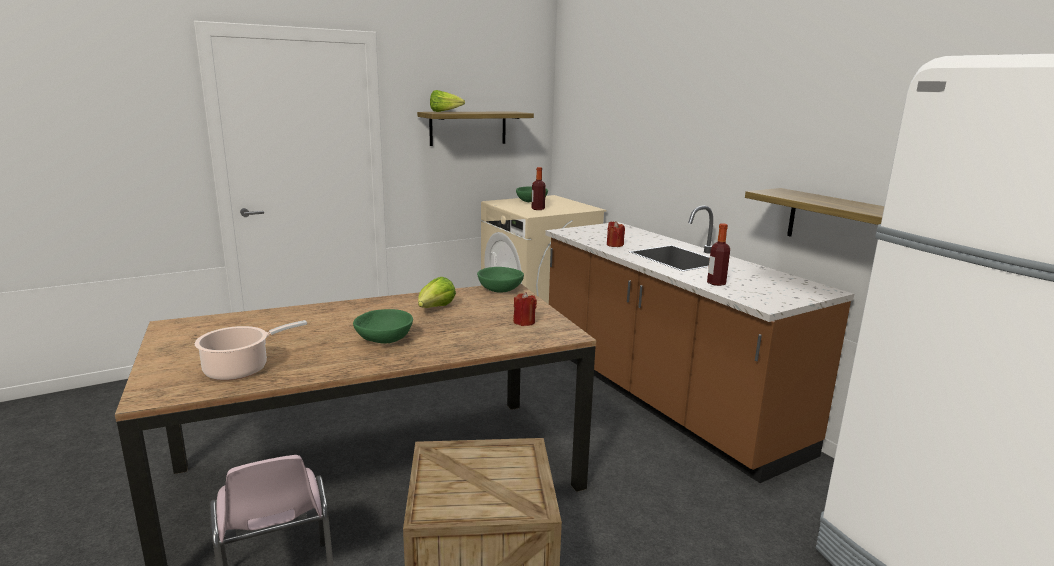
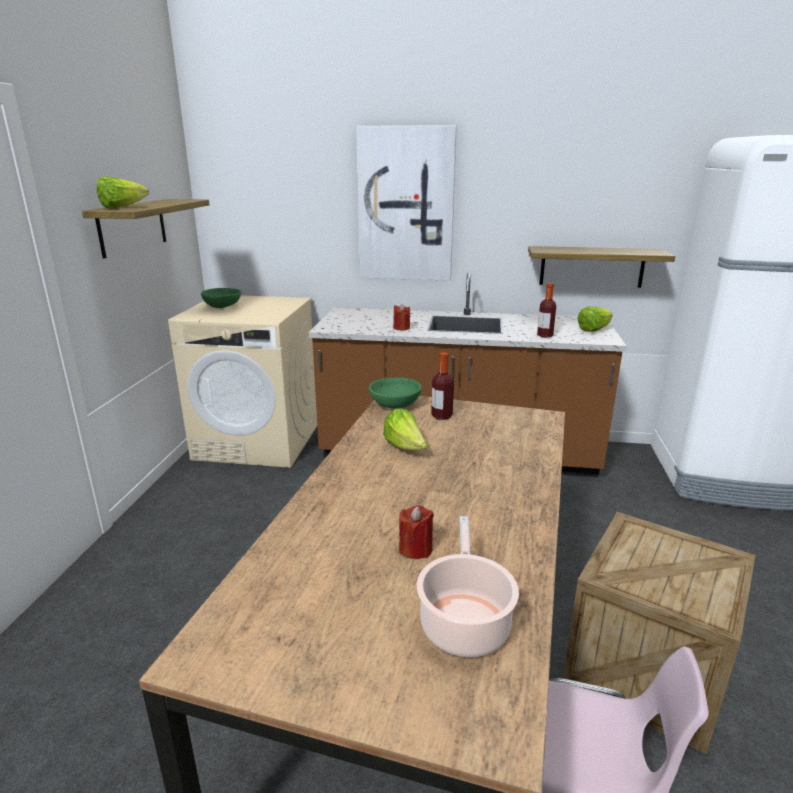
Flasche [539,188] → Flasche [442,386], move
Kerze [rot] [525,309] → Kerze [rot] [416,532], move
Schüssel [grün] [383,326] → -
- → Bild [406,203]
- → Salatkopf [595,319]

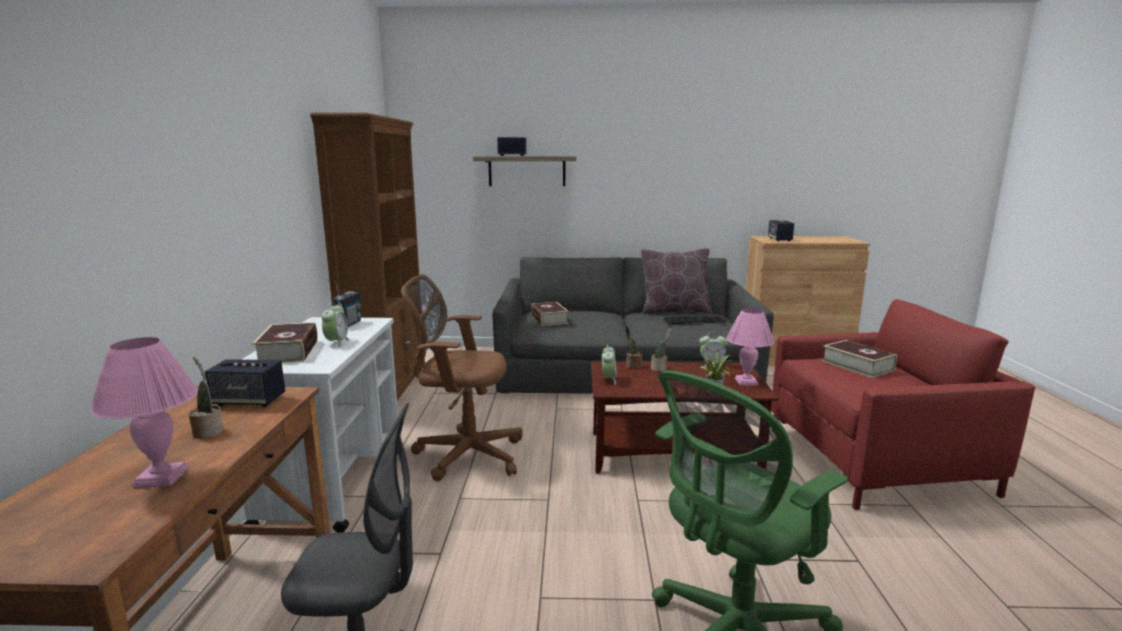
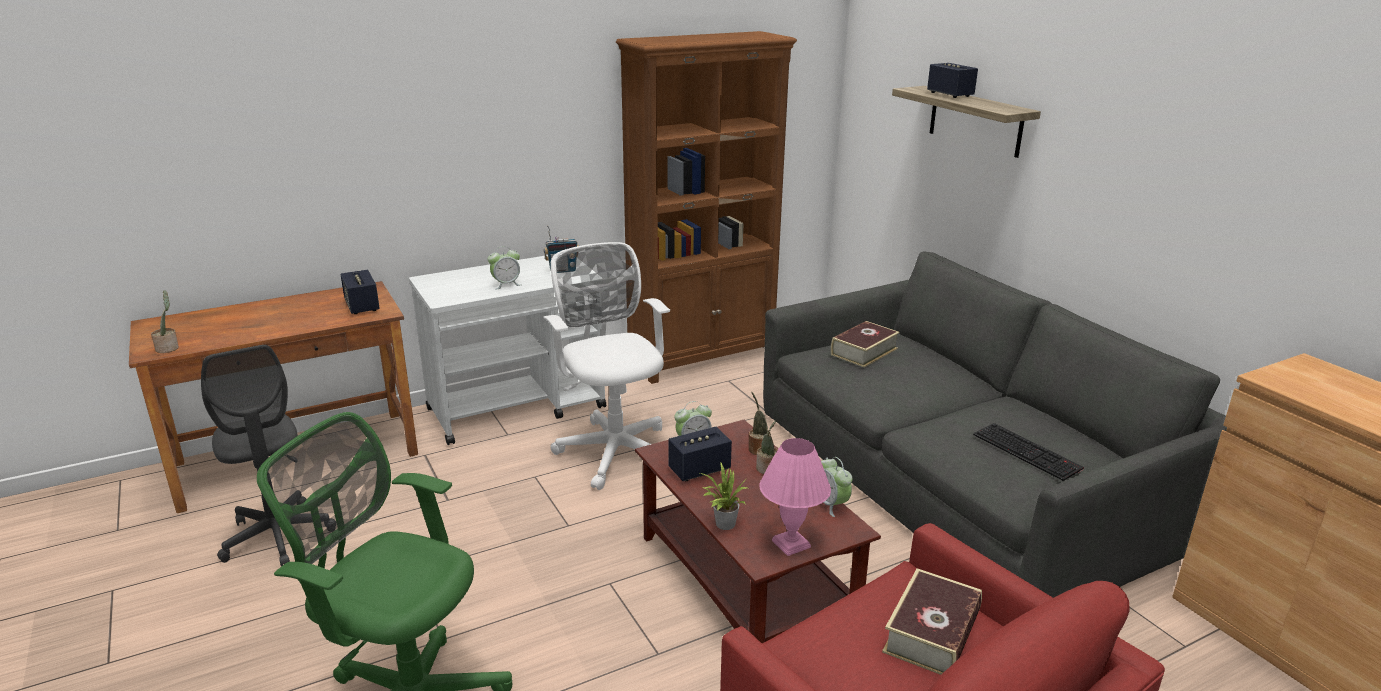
Lautsprecher [781,230] → Lautsprecher [700,454], move
Kissen [braun] [676,281] → -
Bürostuhl [braun] [462,377] → Bürostuhl [weiß] [607,366]
Buch [284,342] → -
Tischlampe [rosa] [144,412] → -
Topfpflanze [206,398] → Topfpflanze [165,321], move

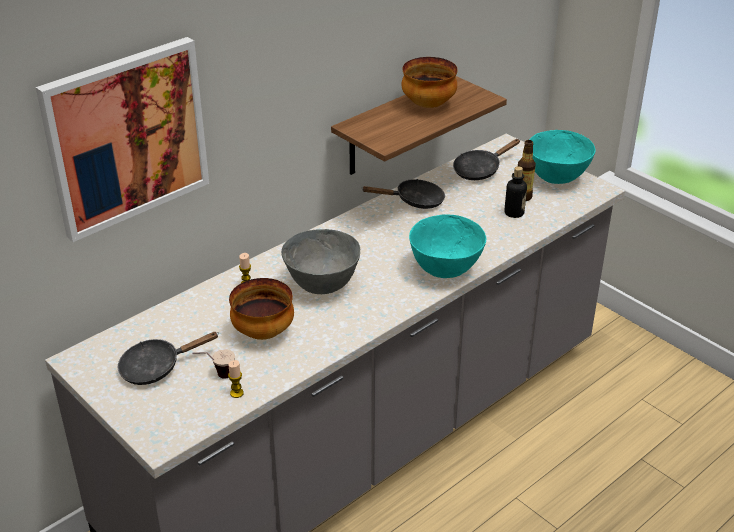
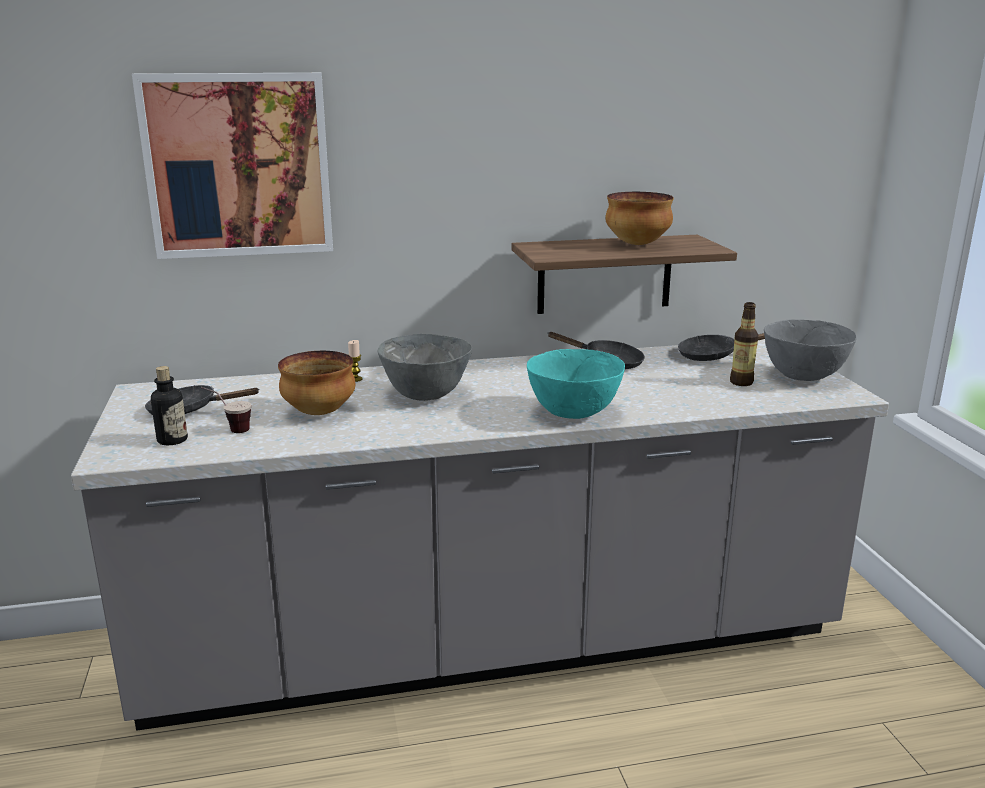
Schüssel [türkis] [562,157] → Schüssel [grau] [810,350]
Flasche [515,192] → Flasche [169,405], move
Kerze [236,379] → -

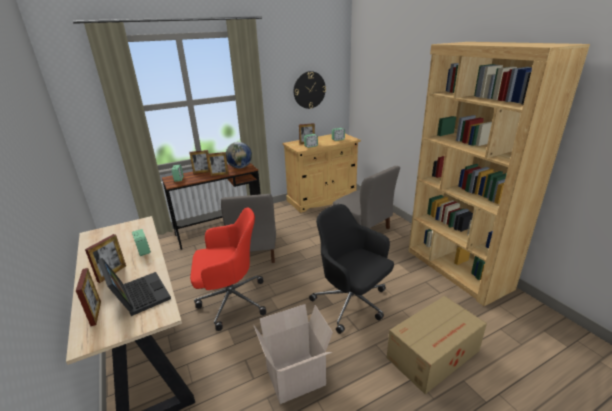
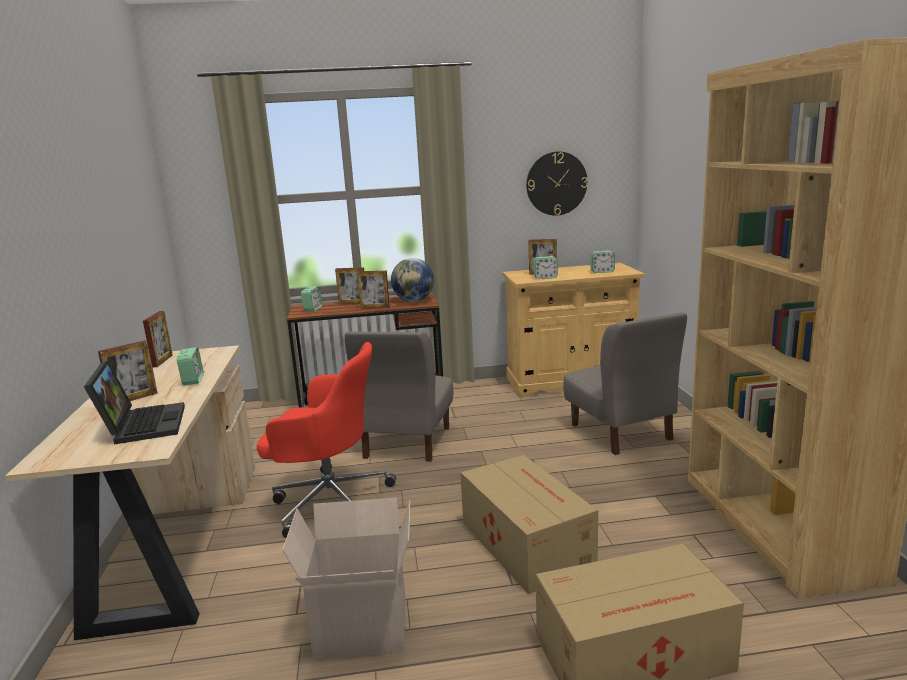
Bürostuhl [schwarz] [351,269] → Karton [529,524]
Bilderrahmen [88,297] → Bilderrahmen [157,339], move

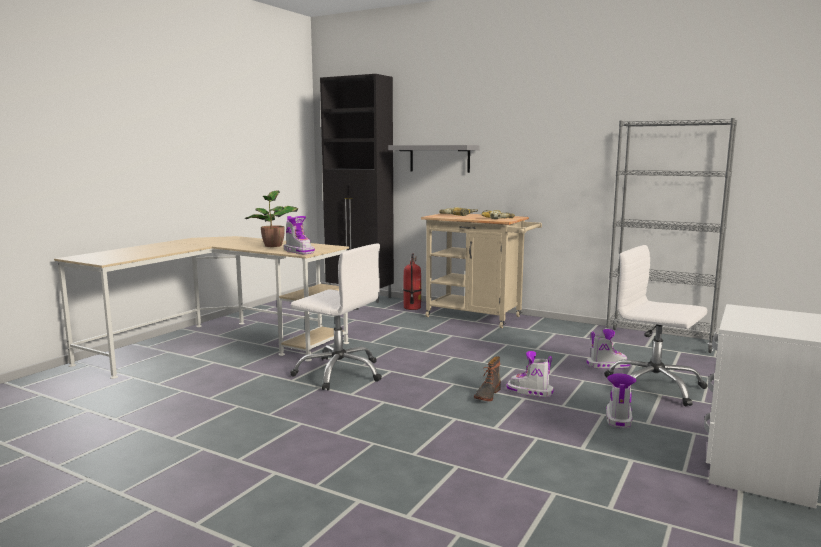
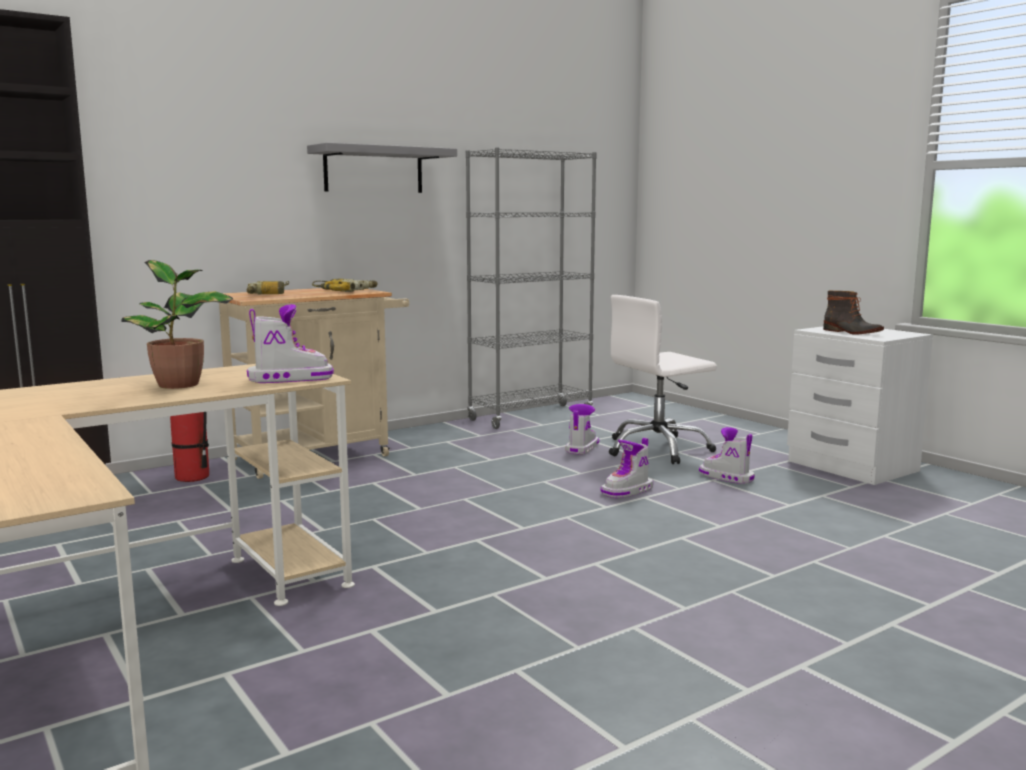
Wandregal [grau] [434,159] → Wandregal [grau] [382,168], move
Bürostuhl [weiß] [336,317] → -
Stiefel [487,378] → Stiefel [853,313], move

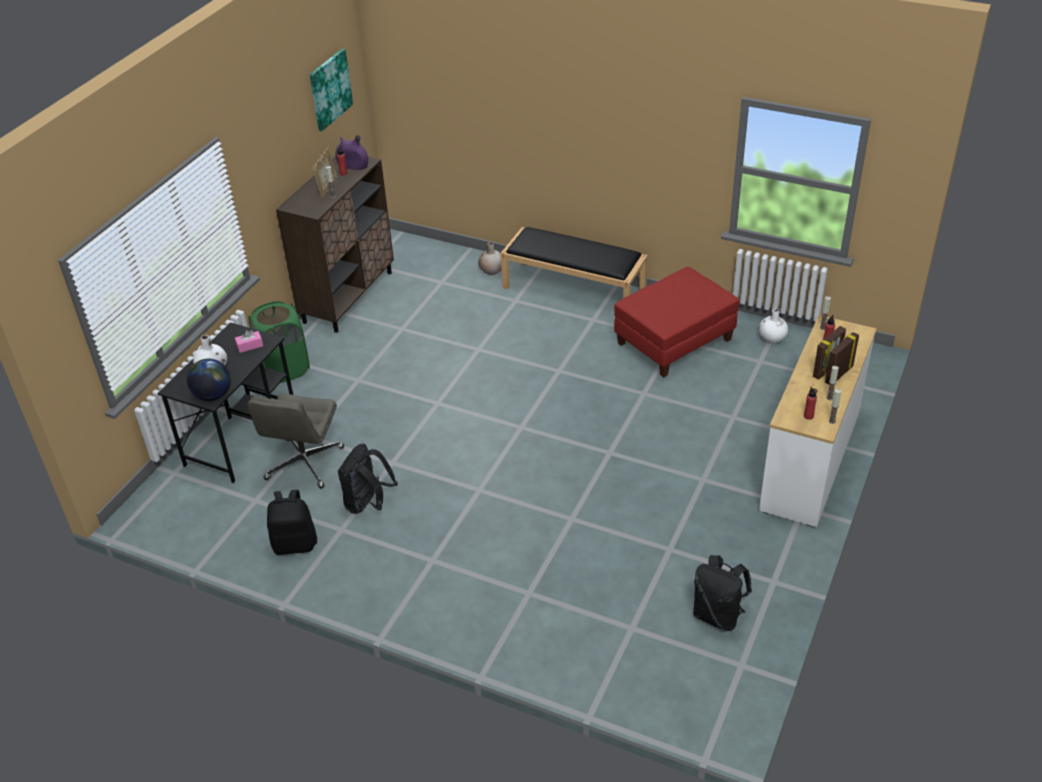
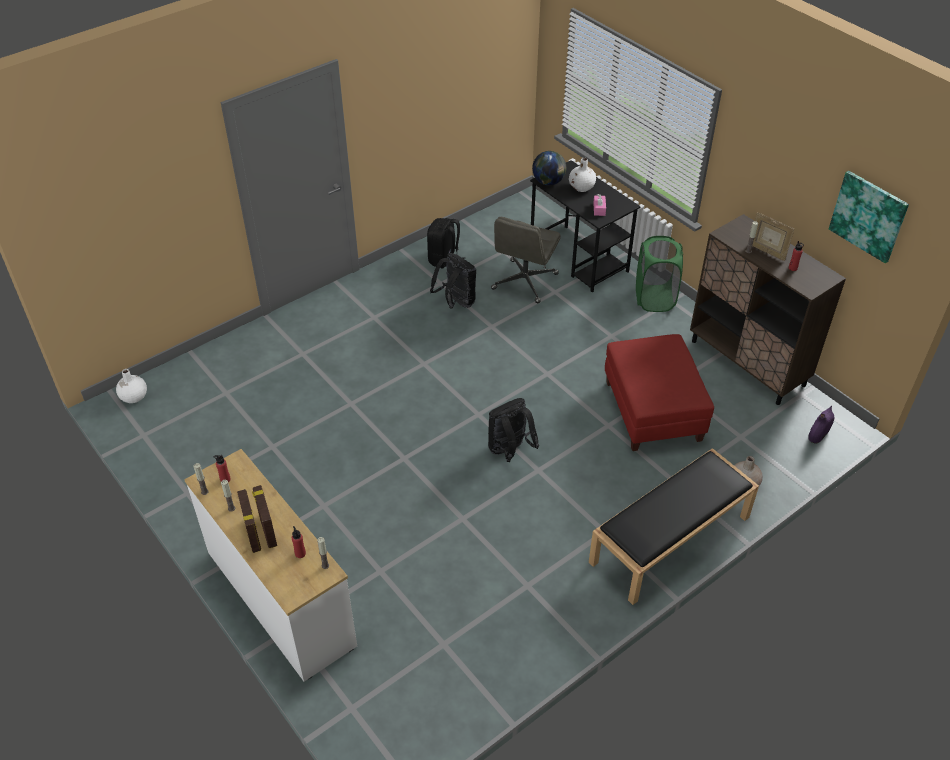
Vase [lila] [352,152] → Vase [lila] [821,424], move
Polsterhocker [rot] [677,322] → Polsterhocker [rot] [659,392], move
Vase [weiß] [773,325] → Vase [weiß] [131,386], move
Bürostuhl [grau] [296,441] → Bürostuhl [grau] [526,260], 105 degrees counterclockwise
Rucksack [schwarz] [722,593] → Rucksack [schwarz] [514,430], move

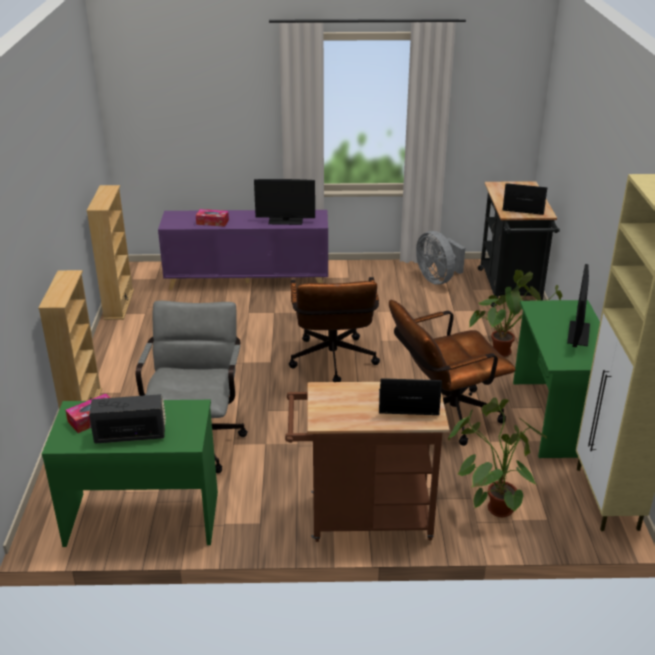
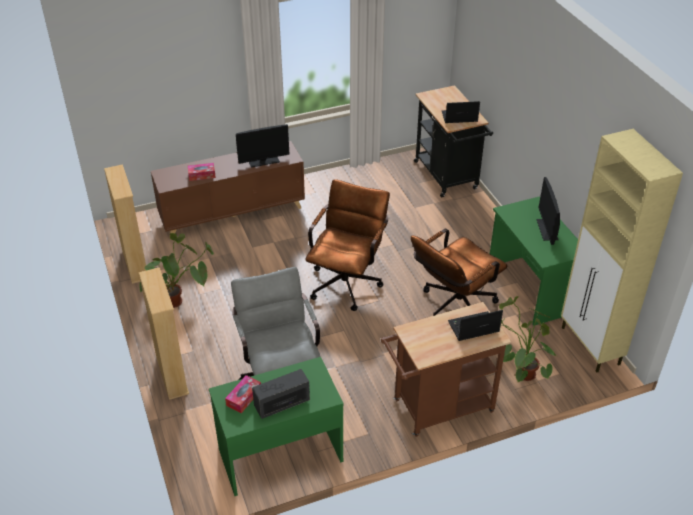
Schrank [lila] [243,250] → Schrank [braun] [228,189]
Ventilator [grau] [440,258] → -
Topfpflanze [515,313] → Topfpflanze [176,270], move
Bürostuhl [braun] [334,329] → Bürostuhl [braun] [347,245], 135 degrees counterclockwise

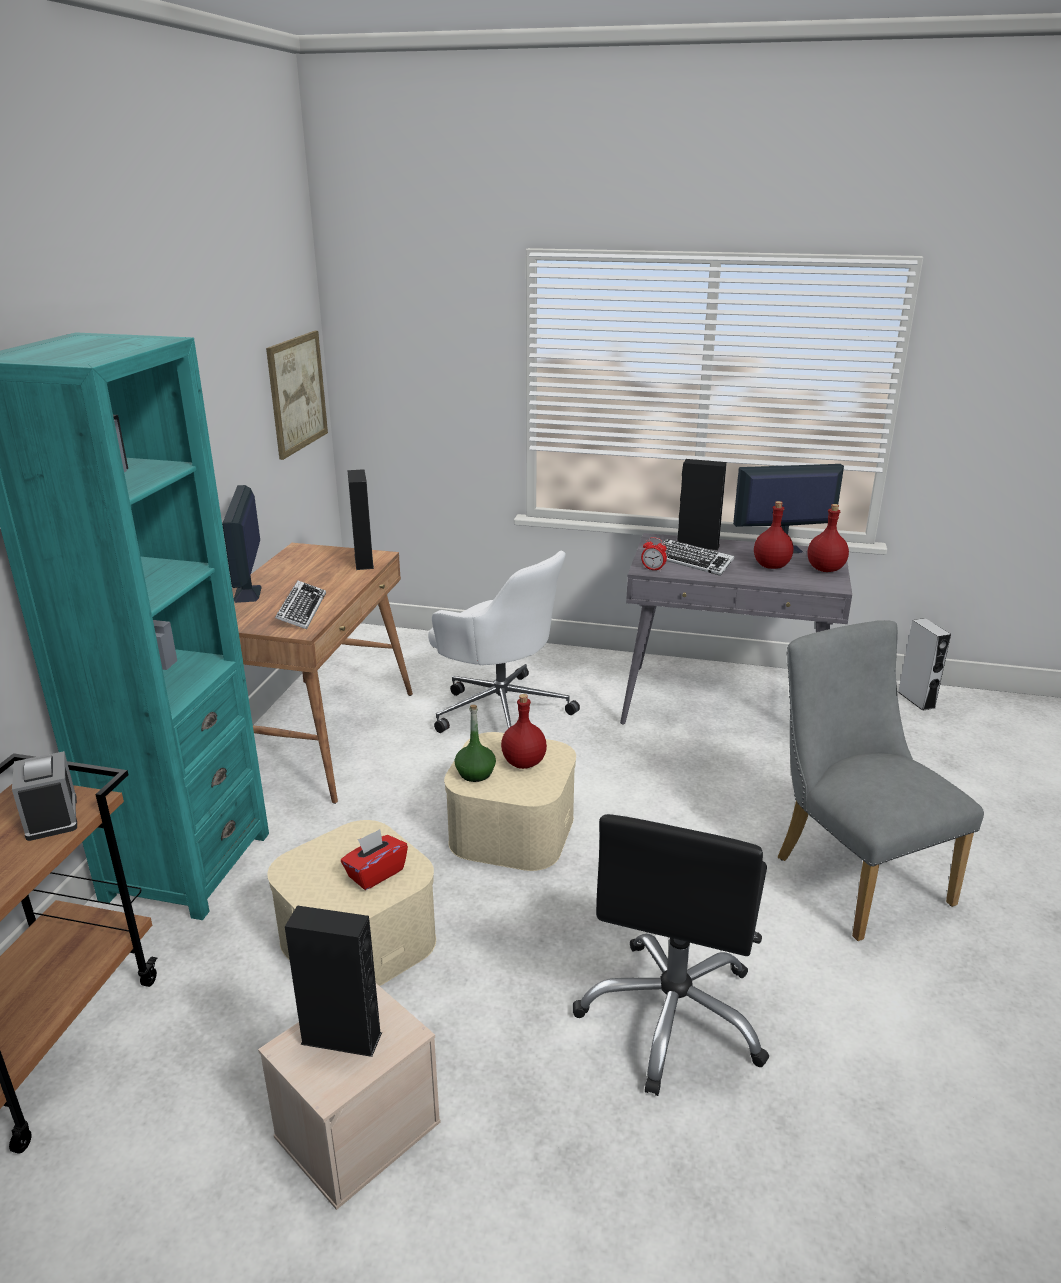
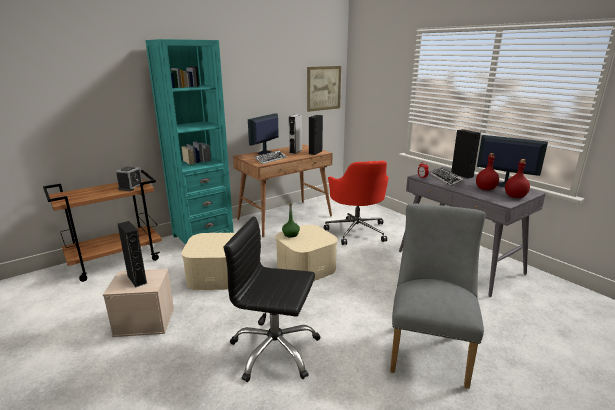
Bürostuhl [weiß] [504,642] → Bürostuhl [rot] [356,202]
Lautsprecher [grau] [924,664] → Lautsprecher [grau] [295,134], move
Flasche [rot] [524,731] → -
Bürostuhl [schwarz] [671,955] → Bürostuhl [schwarz] [271,299], 45 degrees clockwise
Taschentuchbox [rot] [374,859] → -

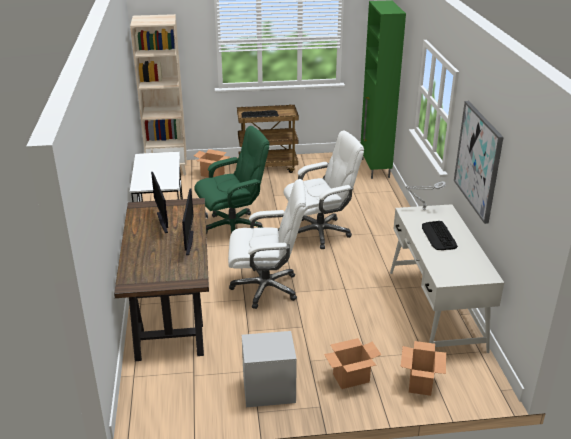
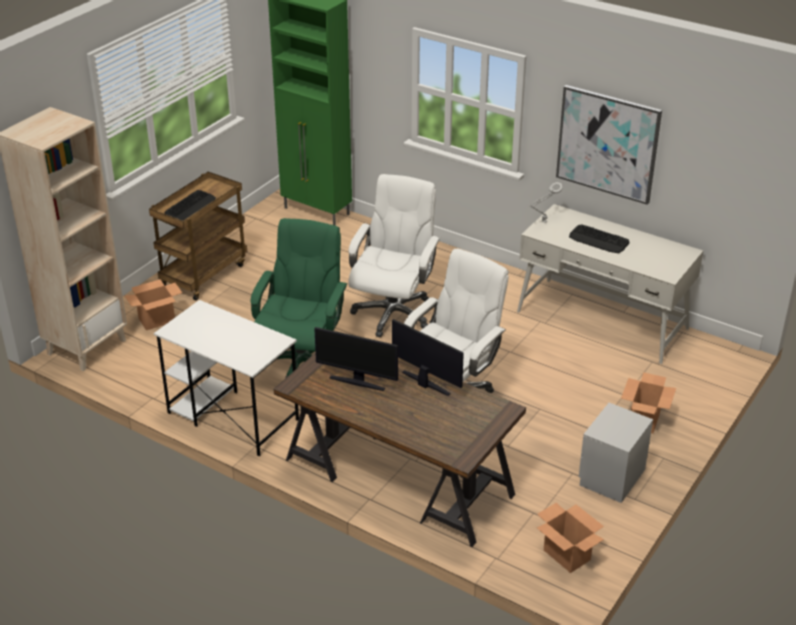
Karton [423,368] → Karton [570,538], move

